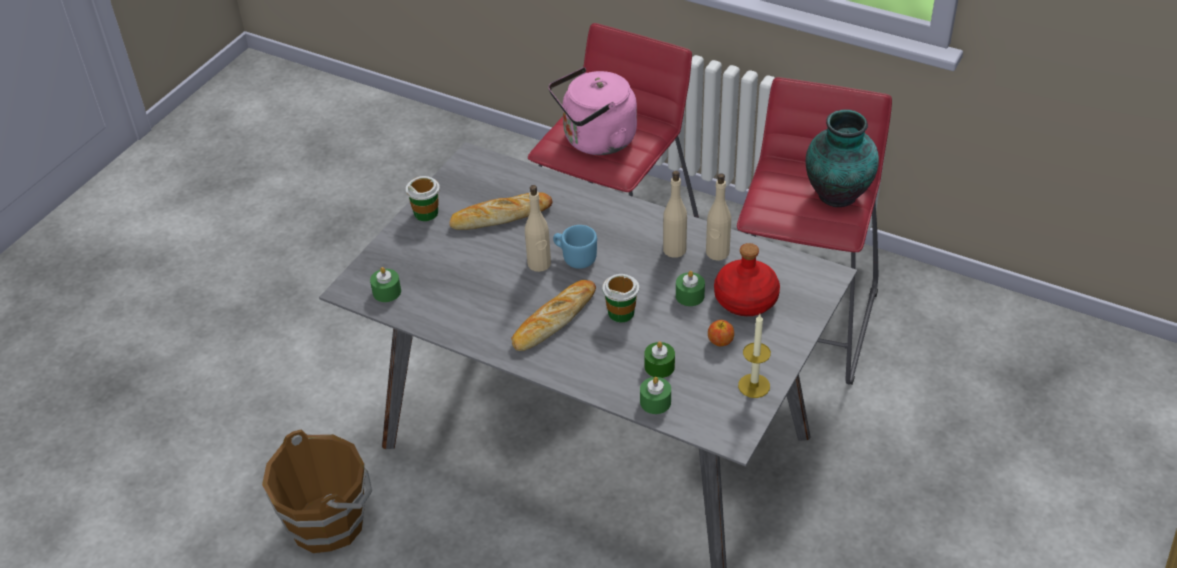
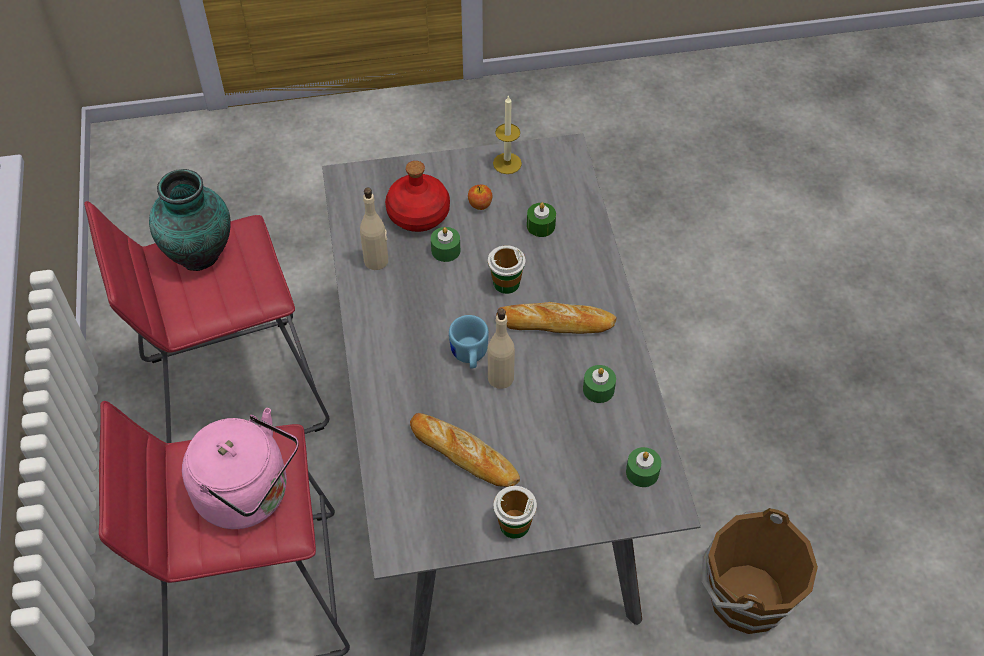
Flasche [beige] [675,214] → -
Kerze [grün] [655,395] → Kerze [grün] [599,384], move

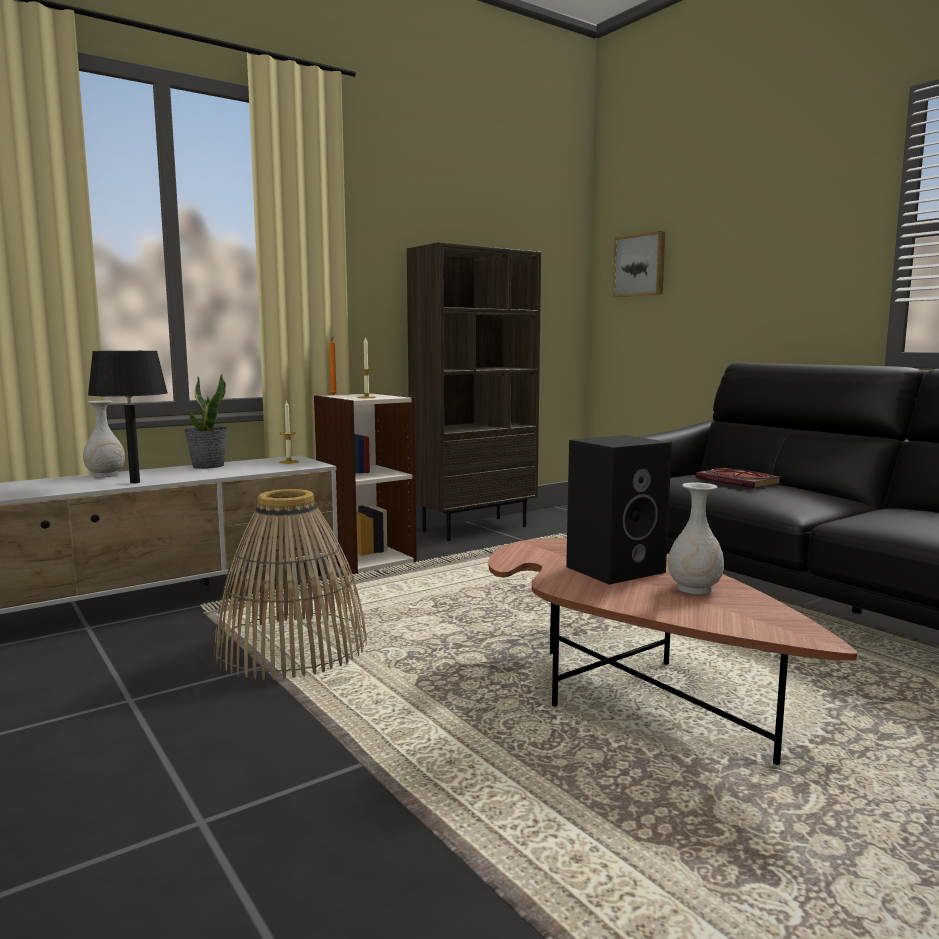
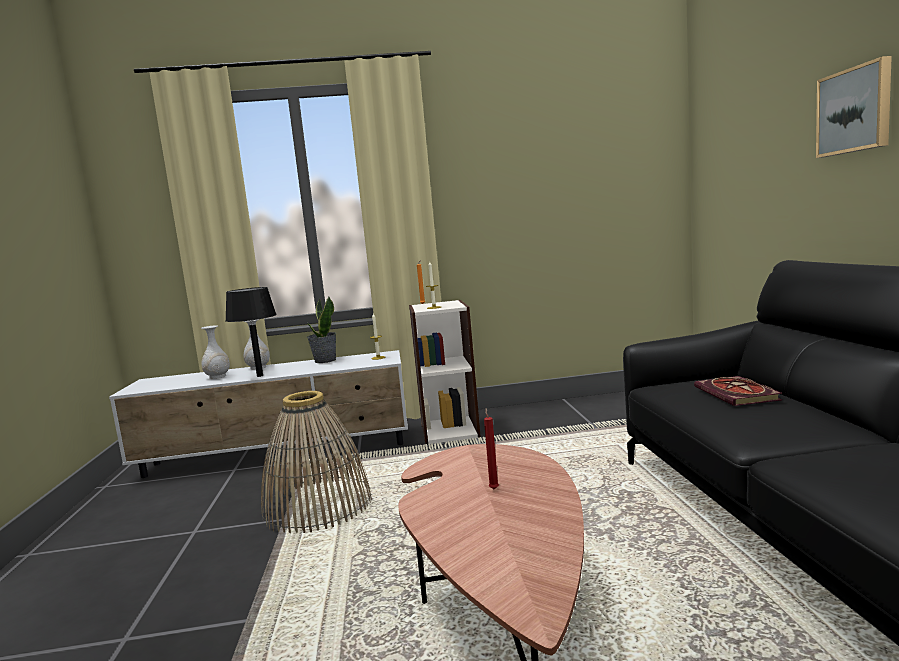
Bild [639,264] → Bild [854,107], move
Bücherregal [braun] [474,391] → -
Lautsprecher [schwarz] [619,510] → Kerze [rot] [491,448]
Vase [weiß] [696,538] → Vase [weiß] [215,352], move

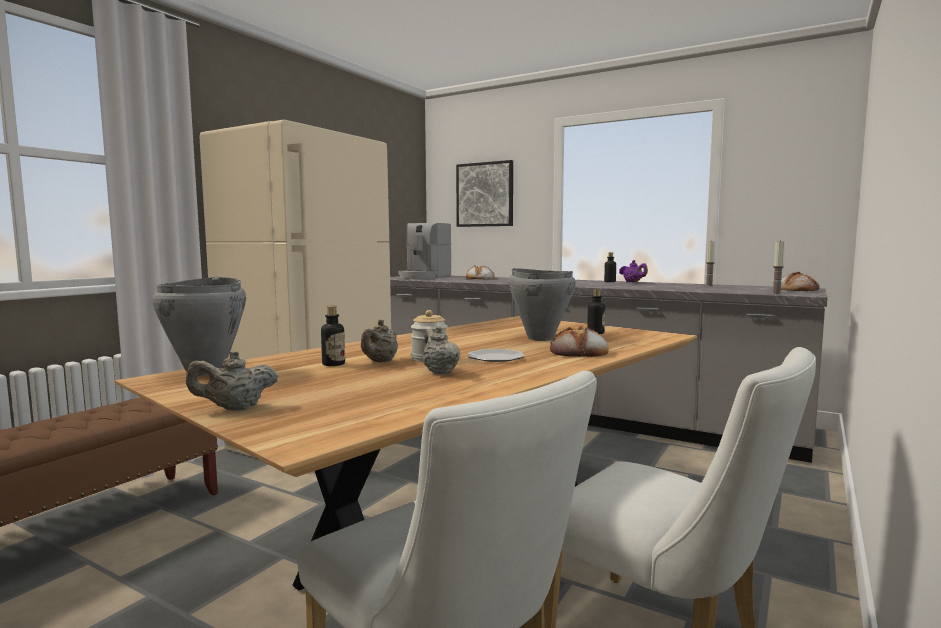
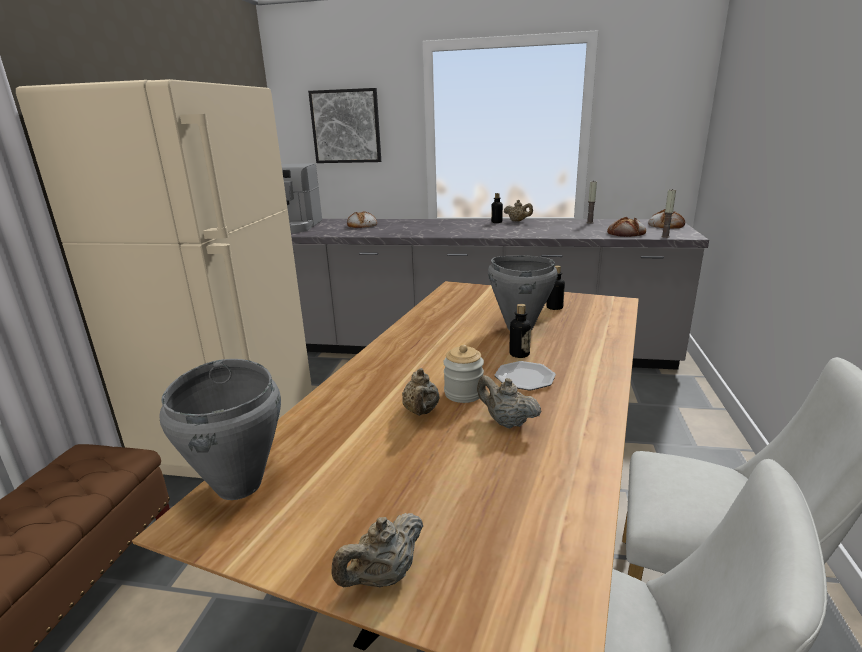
Teekanne [lila] [633,271] → Teekanne [beige] [518,211]
Flasche [333,336] → Flasche [520,331], move
Brot [579,341] → Brot [626,227], move

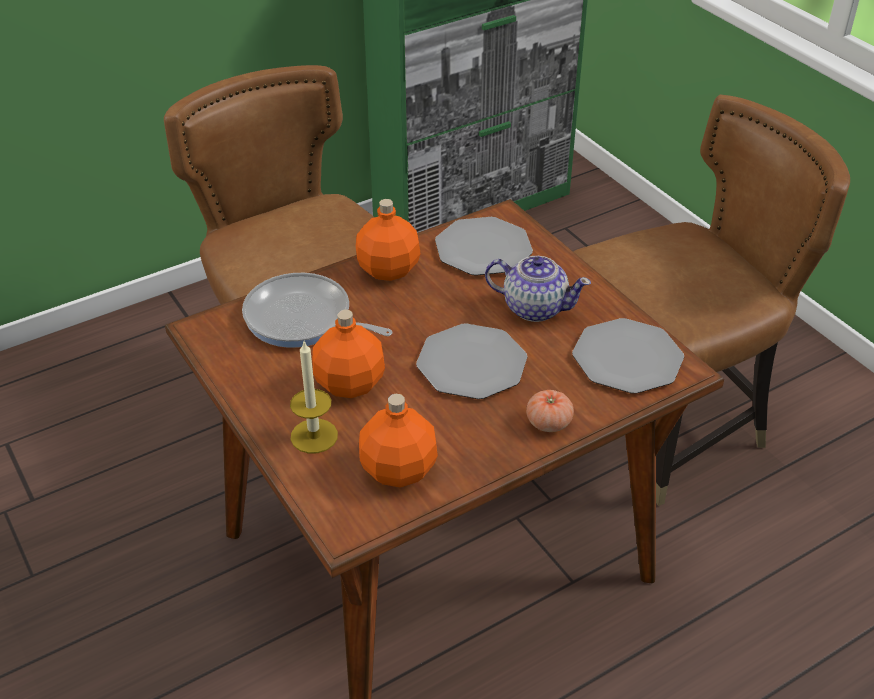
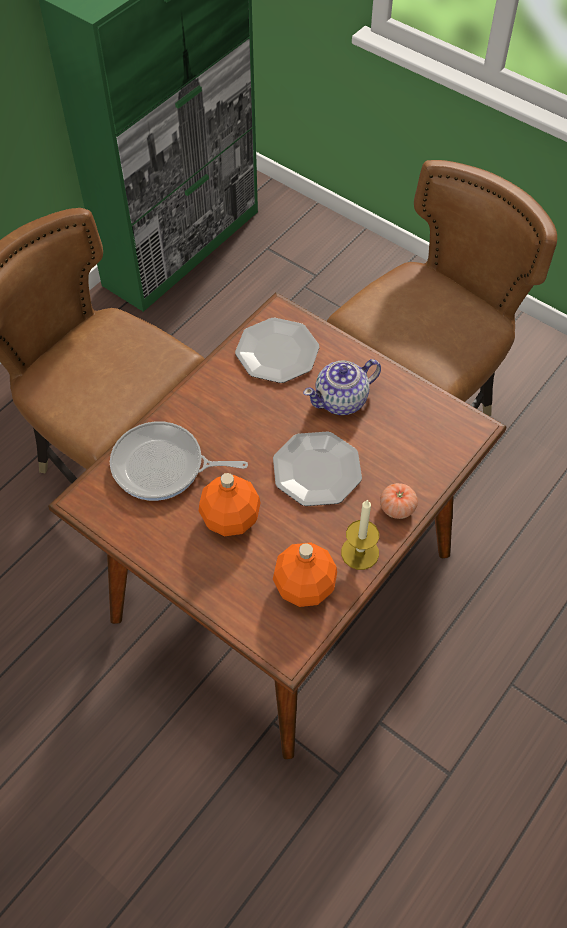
Flasche [orange] [388,240] → -
Teekanne [538,289] → Teekanne [342,387], 150 degrees clockwise
Teller [628,356] → -
Kerze [314,397] → Kerze [360,534], move

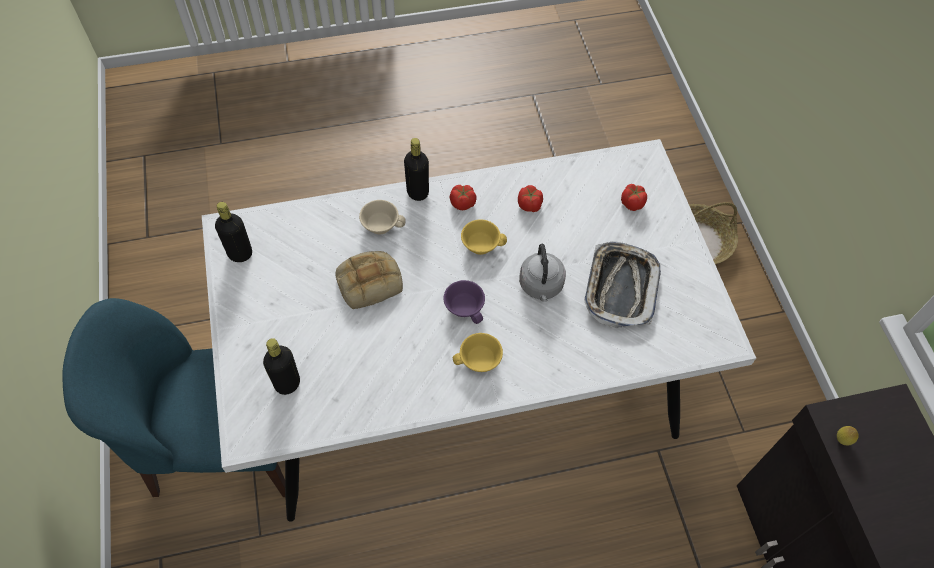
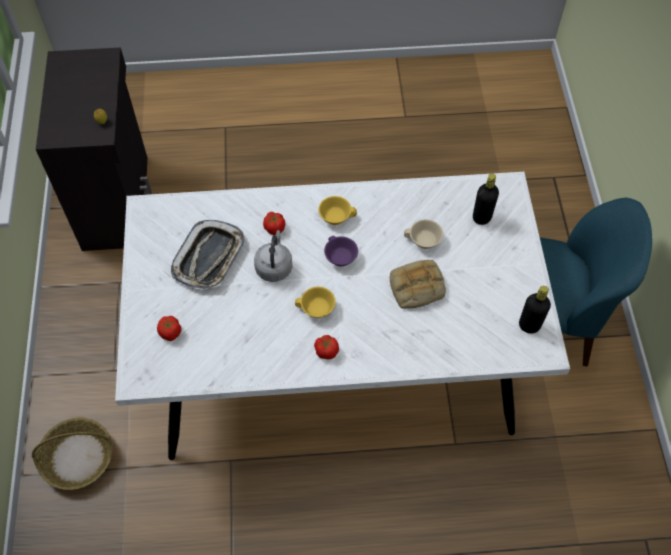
Flasche [schwarz] [416,169] → -
Tomate [530,198] → Tomate [274,223], move
Tasse [beige] [382,217] → Tasse [beige] [423,234], move

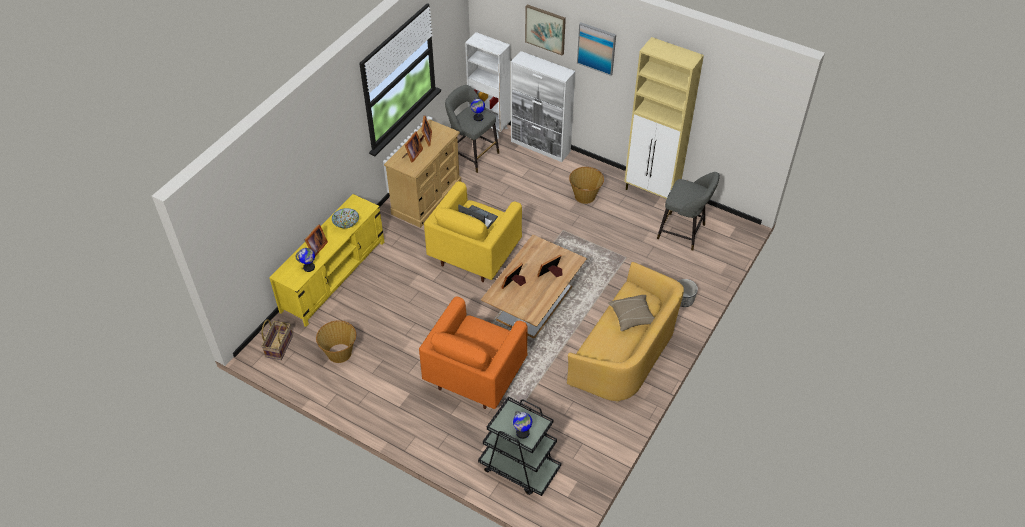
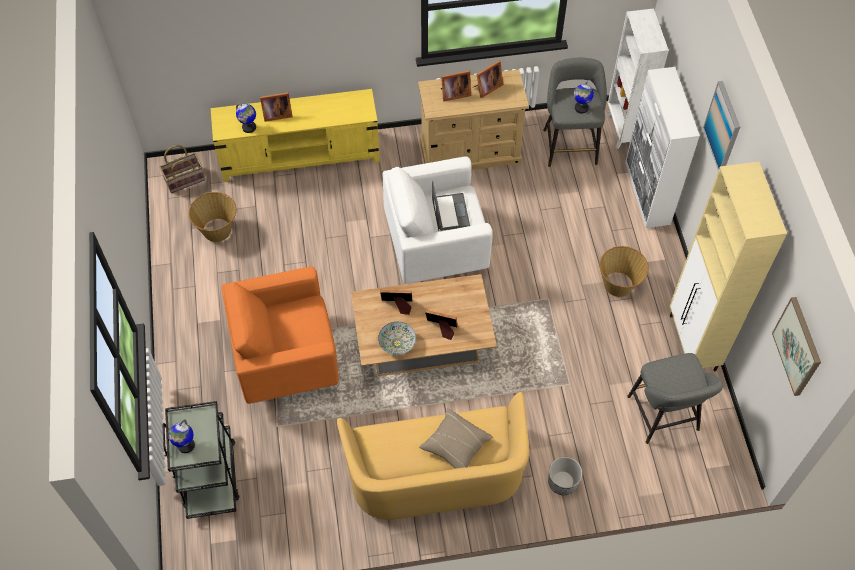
Bild [545,30] → Bild [796,346], move
Sessel [gelb] [473,231] → Sessel [weiß] [438,220]
Schüssel [345,218] → Schüssel [397,338], move

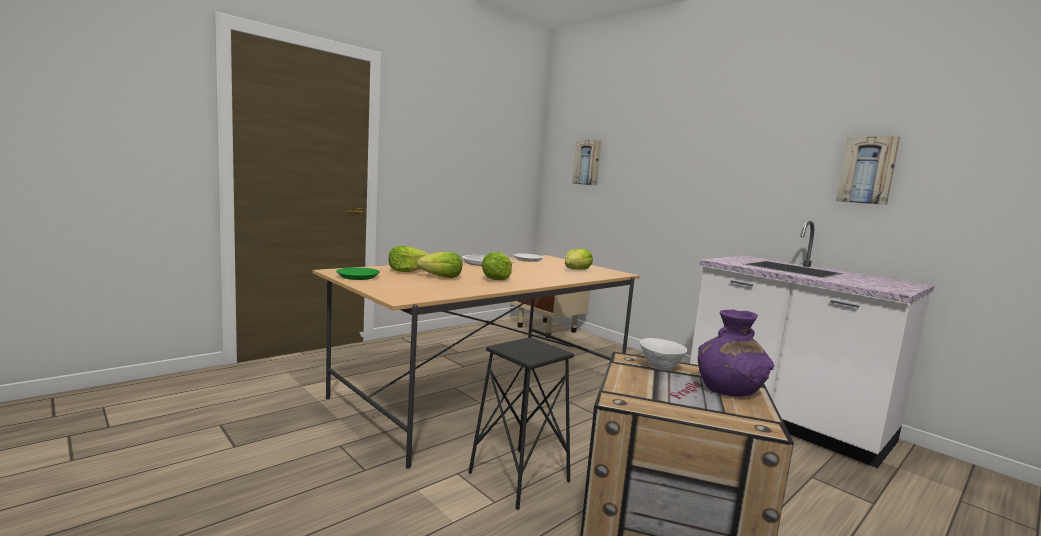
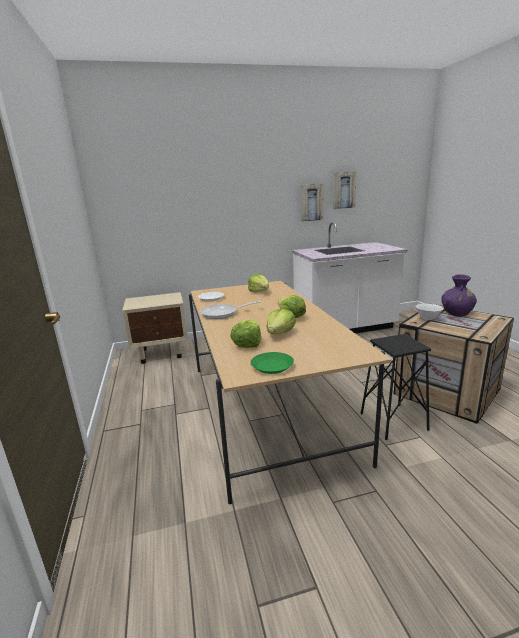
Bild [586,163] → Bild [311,203], move

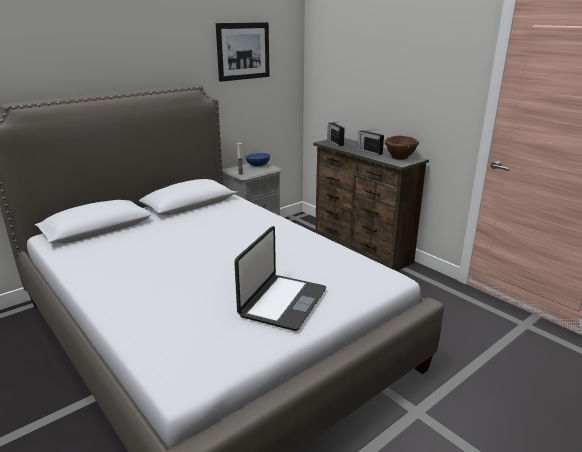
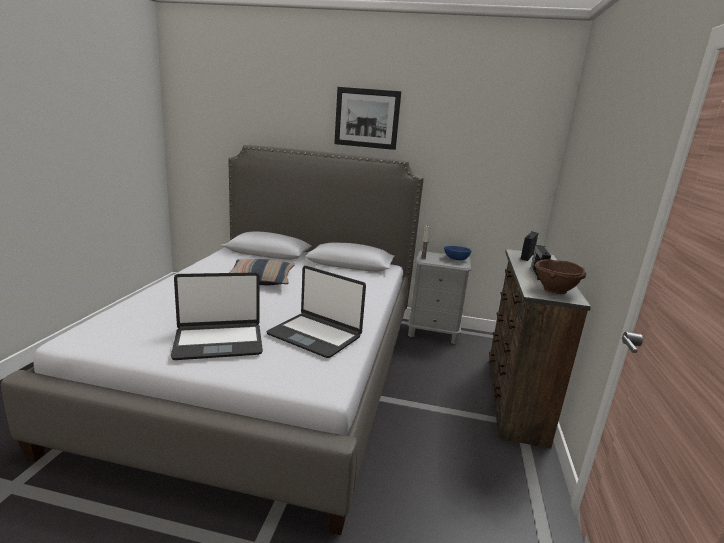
Bild [243,52] → Bild [367,118], move
- → Kissen [262,272]
- → Laptop [316,312]

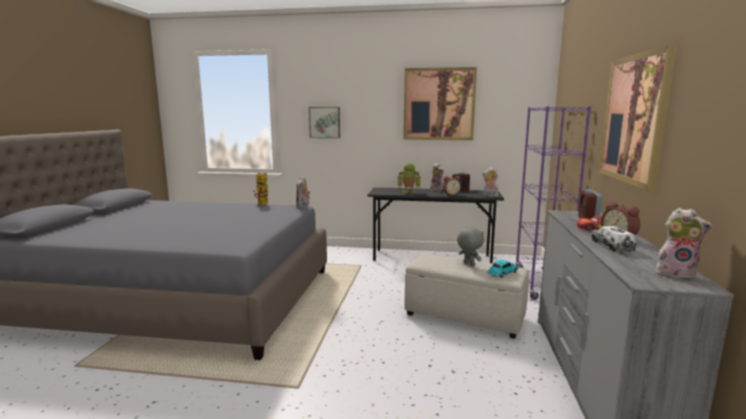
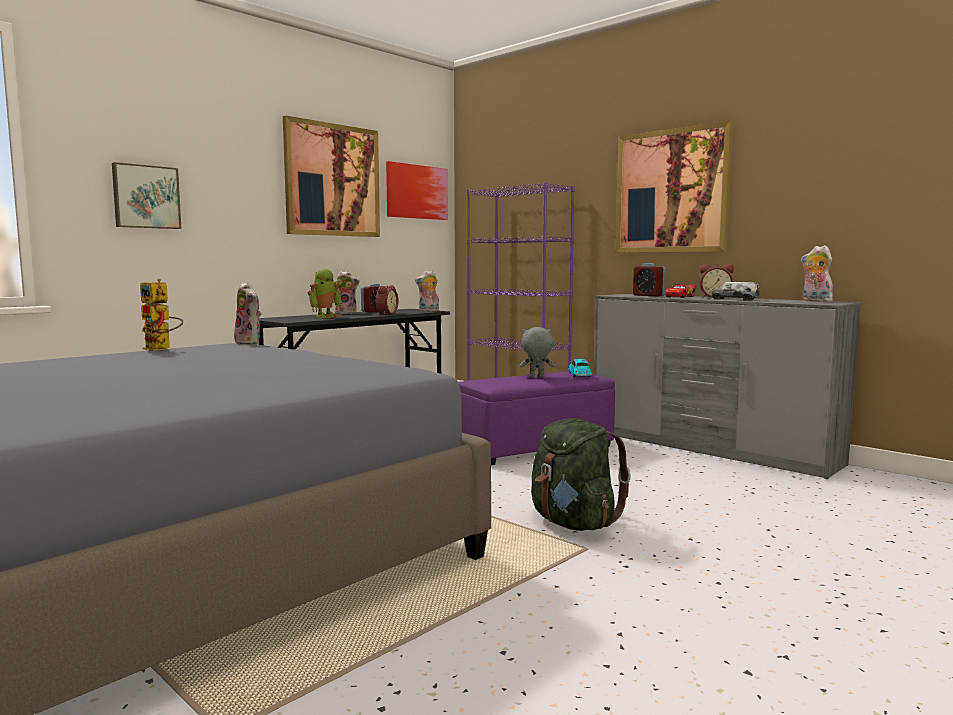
Plüschtier [683,244] → Plüschtier [817,273], 90 degrees counterclockwise
Polsterhocker [beige] [467,296] → Polsterhocker [lila] [536,418]
- → Bild [417,190]
- → Rucksack [grün] [581,474]

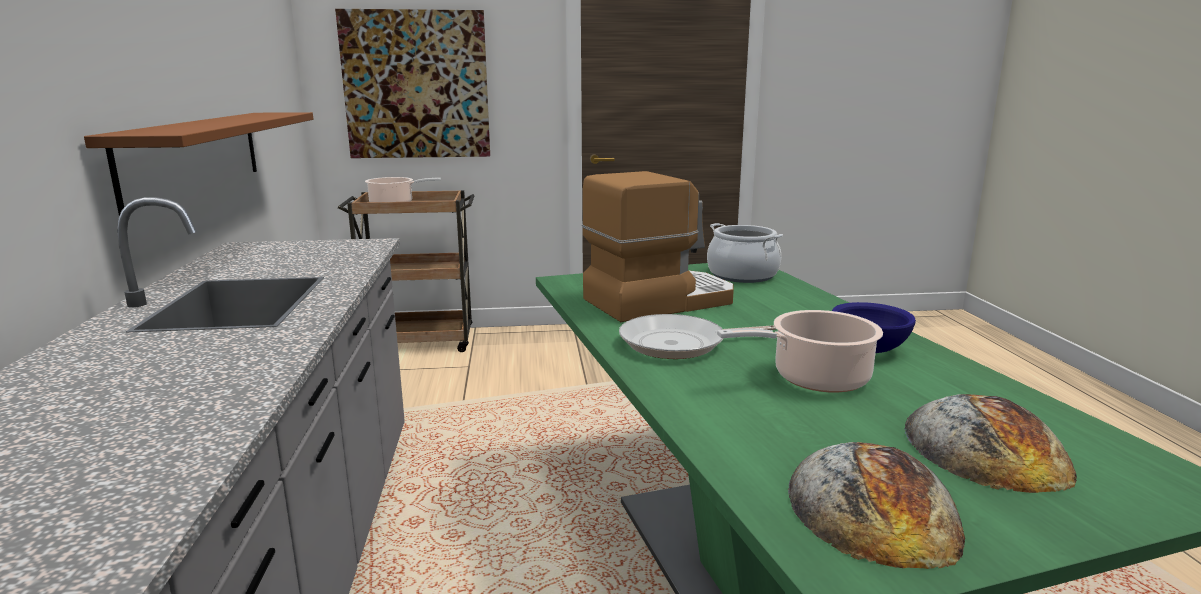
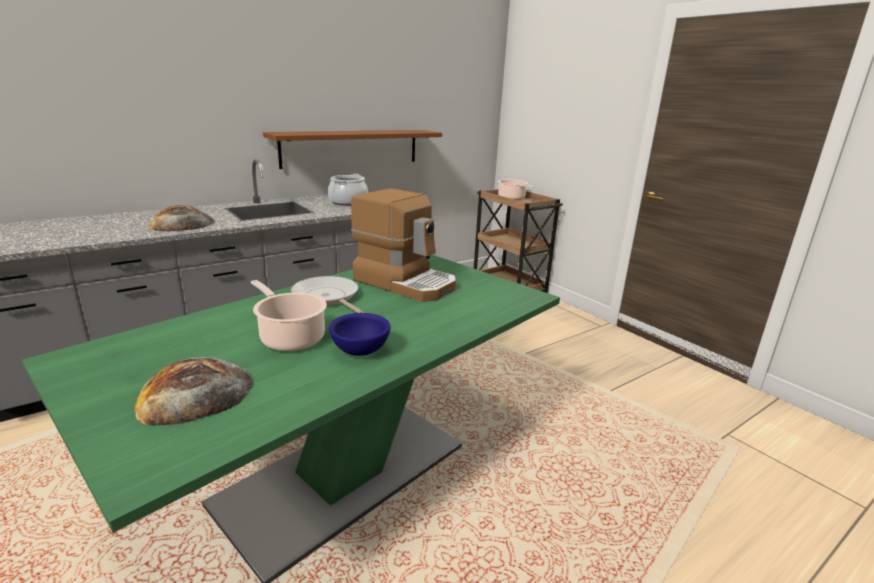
Bild [412,83] → -
Kochtopf [745,253] → Kochtopf [348,190], move
Brot [876,505] → Brot [182,218], move

